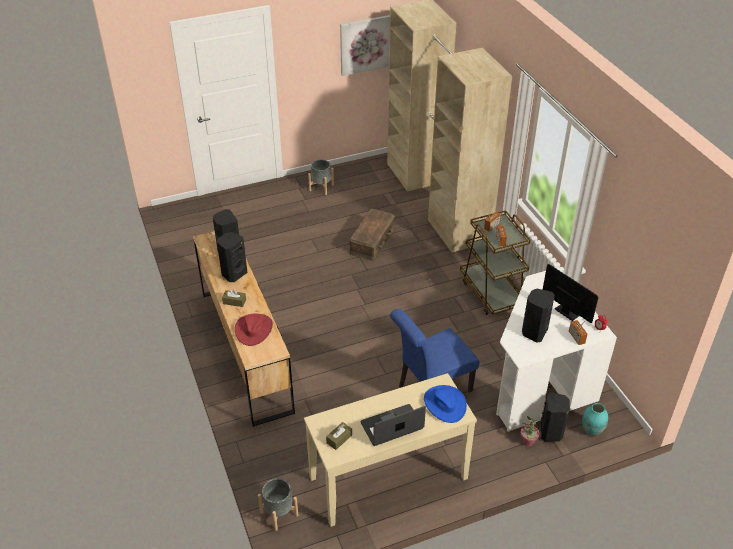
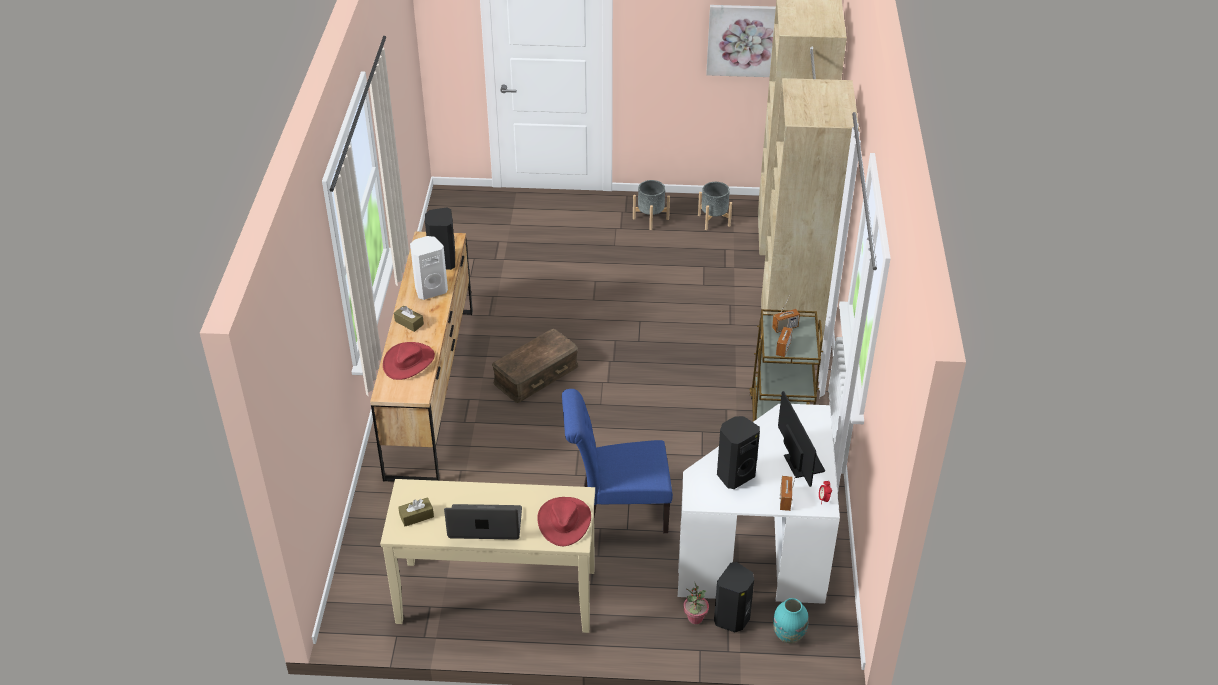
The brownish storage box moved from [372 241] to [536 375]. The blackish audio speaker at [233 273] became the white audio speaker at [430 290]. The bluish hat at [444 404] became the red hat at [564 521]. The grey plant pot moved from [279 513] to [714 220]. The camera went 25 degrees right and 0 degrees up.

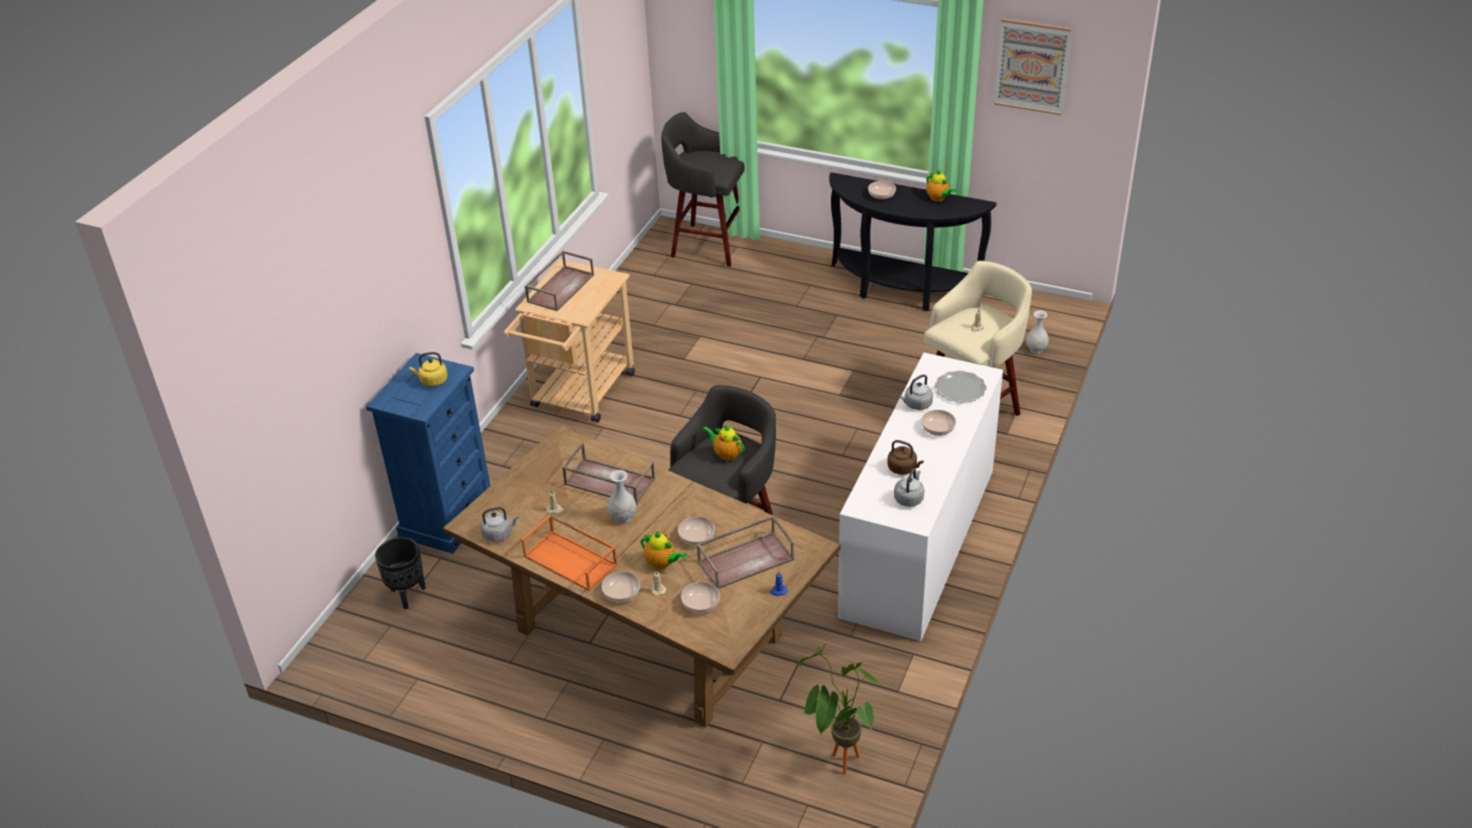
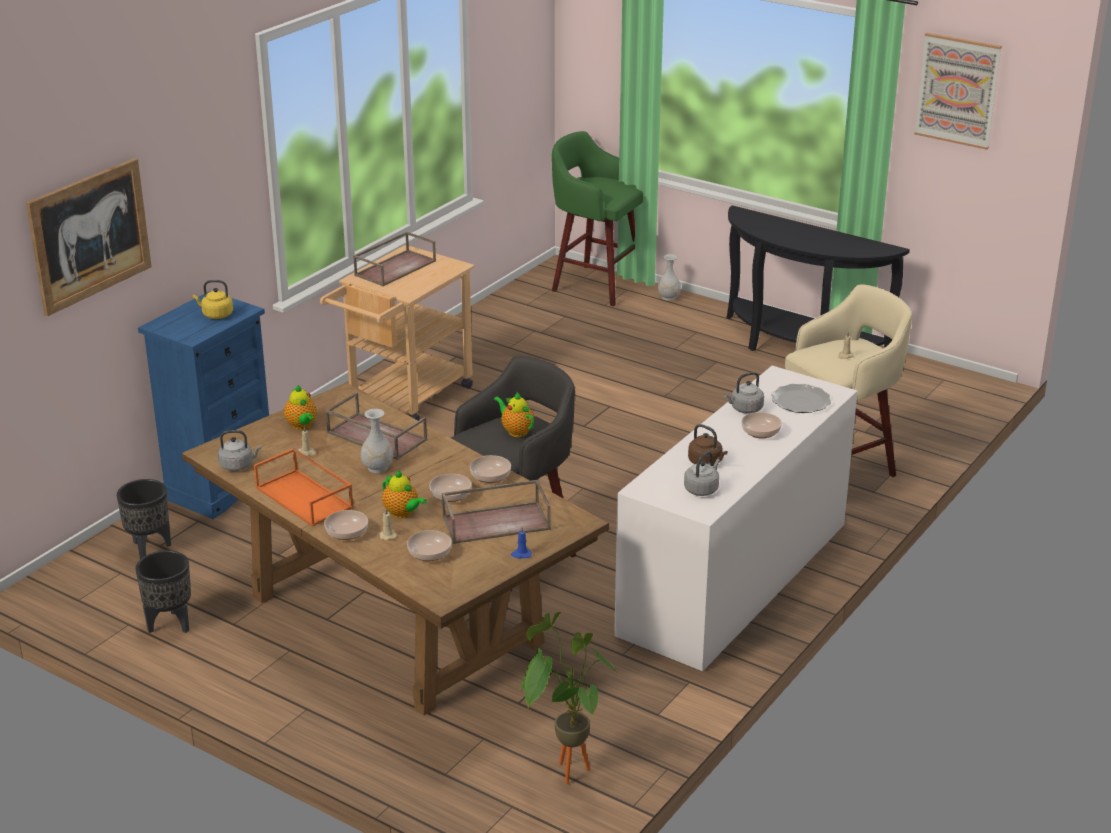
The grey sitting stool at [707 244] became the green sitting stool at [596 284]. The pot for tea moved from [938 198] to [302 426]. The bowl moved from [881 195] to [490 476]. The white decorative vase moved from [1036 349] to [668 297]. The picture at [89 235] appeared. The blackish plant pot at [169 625] appeared. The camera went 10 degrees right and 10 degrees down.

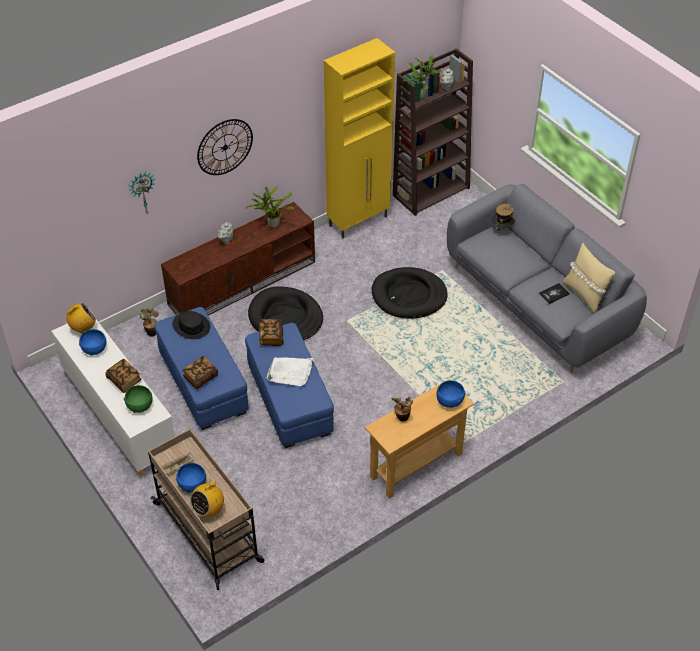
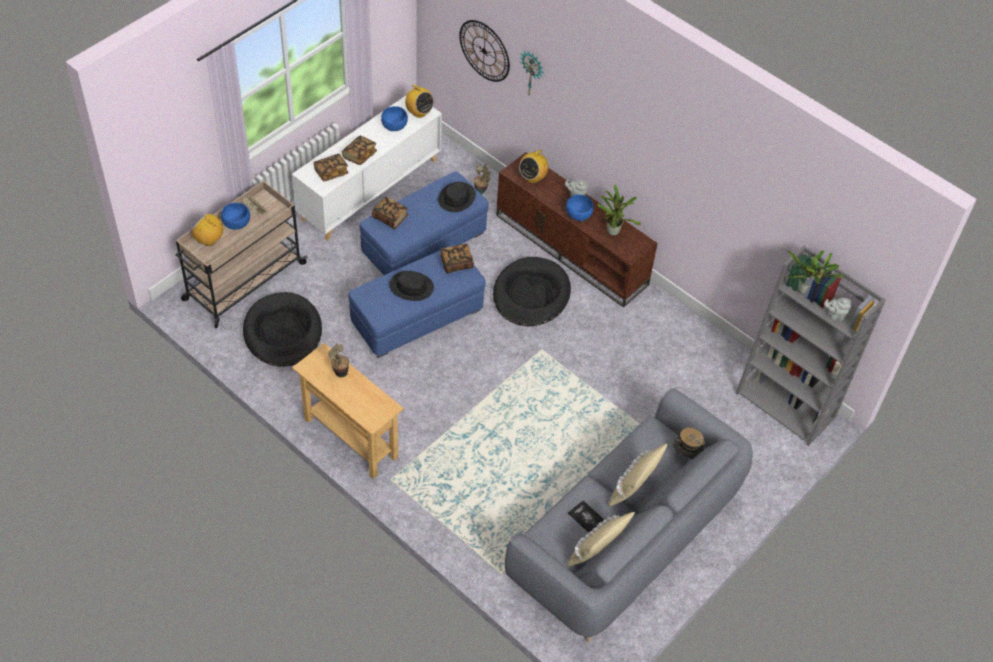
The yellow-coloured storage cabinet at [359 221] disappeared. The brownish bookcase at [431 191] became the grey bookcase at [786 405]. The clock on the wall moved from [225 147] to [484 51]. The blackish dog bed moved from [409 296] to [283 332]. The white tray at [290 372] was replaced by the blackish hat at [411 286]. The bluish bowl moved from [449 401] to [578 214]. The green bowl at [139 405] was replaced by the bound book at [331 172]. The radio receiver at [532 177] appeared. The beige-coloured pillow at [634 490] appeared. The camera went 75 degrees right and 5 degrees up.

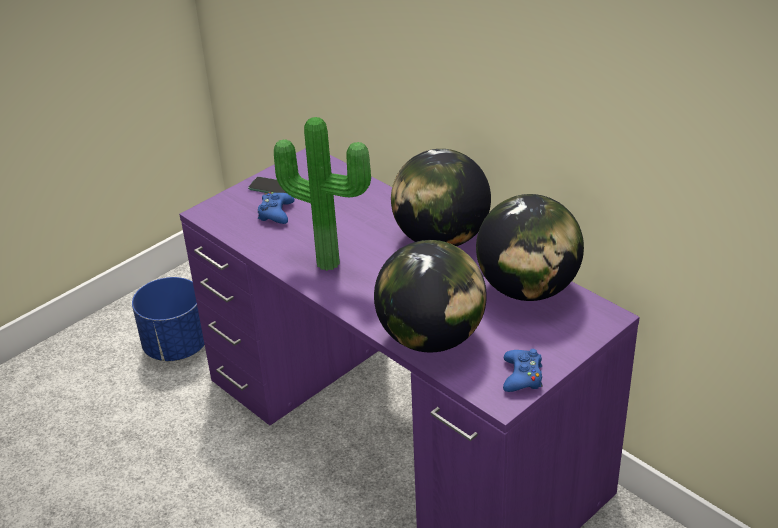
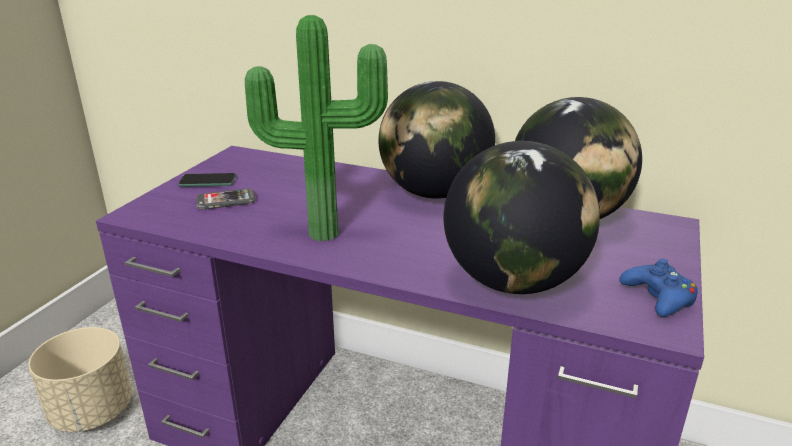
The bluish joypad at [276 213] was replaced by the telephone at [226 201]. The bluish plant pot at [176 346] became the beige-coloured plant pot at [91 411]. The camera went 25 degrees left and 10 degrees down.

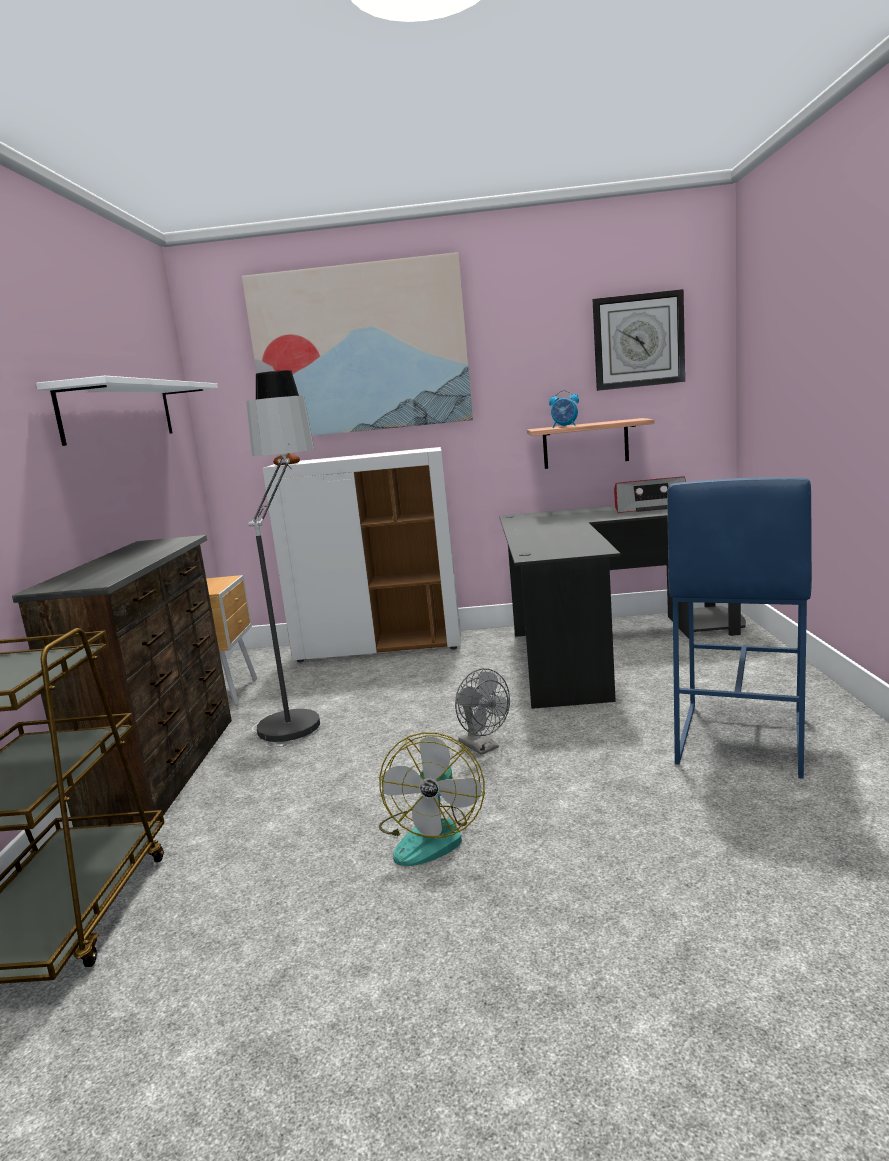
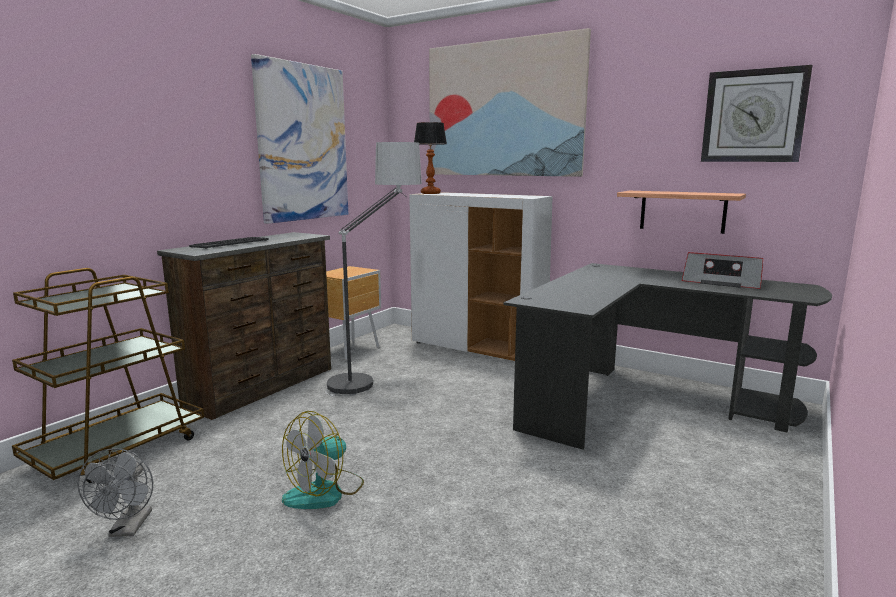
The white shelf at [120 412] was replaced by the picture at [303 143]. The alarm clock at [565 426] disappeared. The bluish sitting stool at [738 739] disappeared. The grey fan moved from [483 747] to [128 528]. The PC keyboard at [230 243] appeared. The camera went 30 degrees right and 0 degrees up.

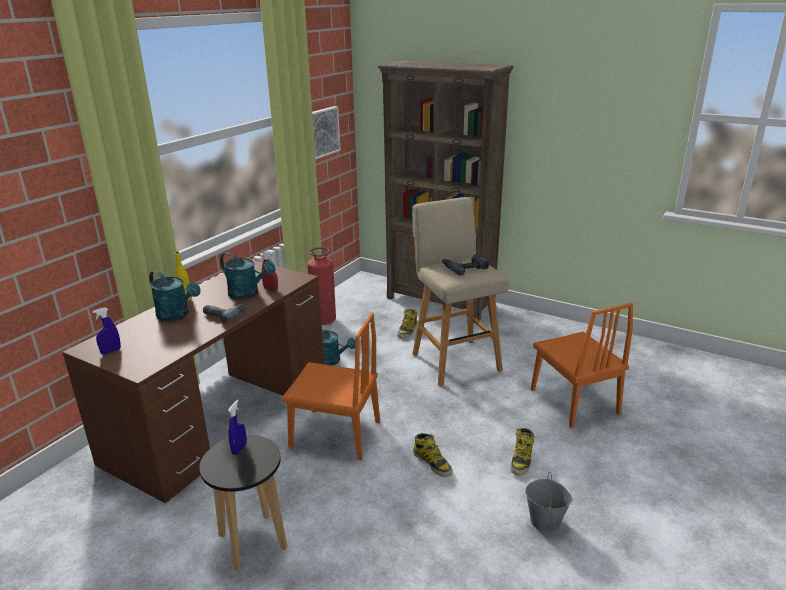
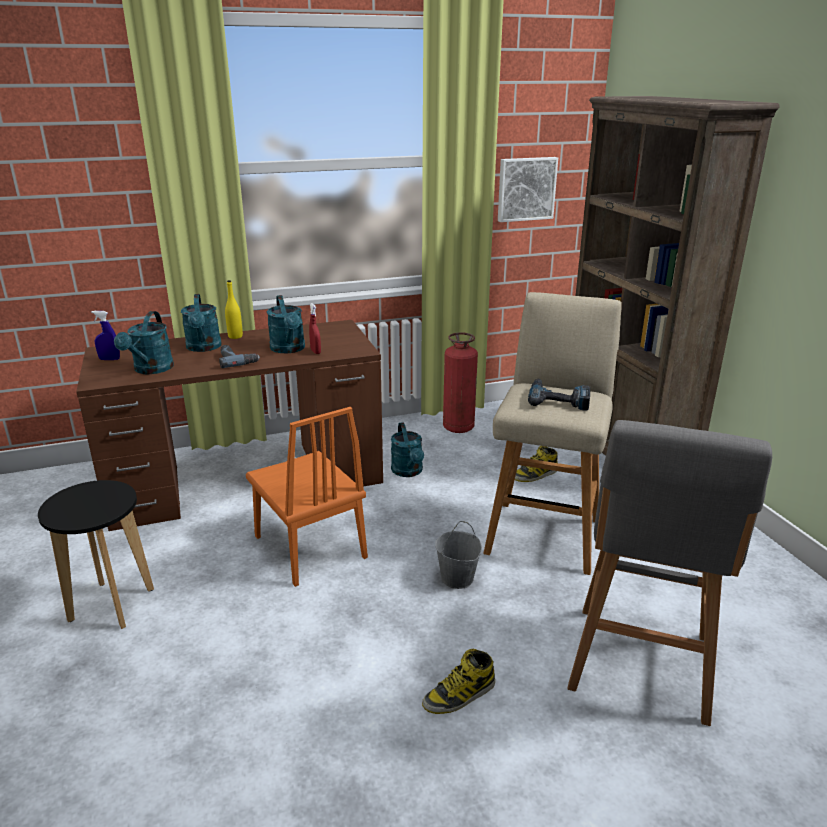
The orange-coloured plain chair at [574 401] was replaced by the grey sitting stool at [639 667]. The bluish sprayer at [239 449] disappeared. The tall boot at [433 463] disappeared. The grey water bucket moved from [545 521] to [457 578]. The turquoise-coloured sprinkling can at [151 370] appeared. The camera went 40 degrees right and 0 degrees up.

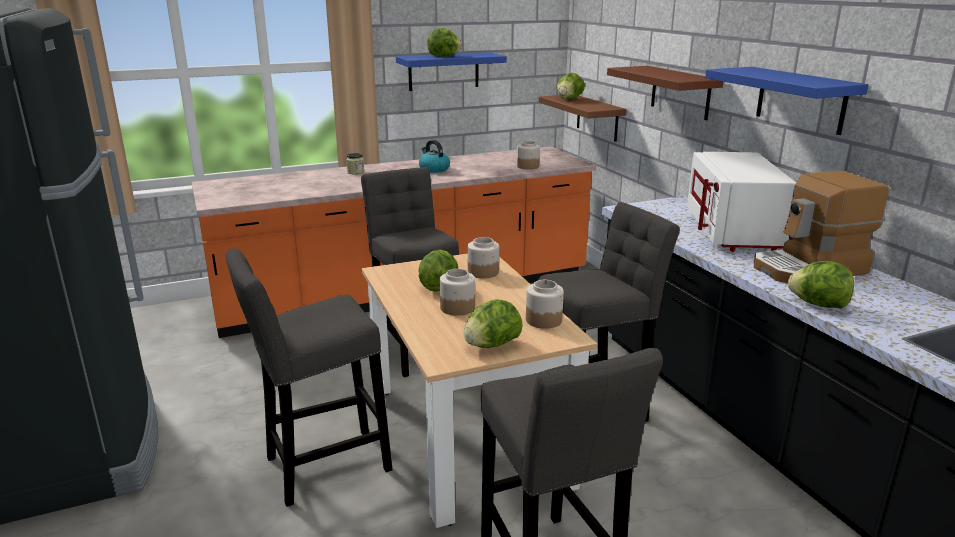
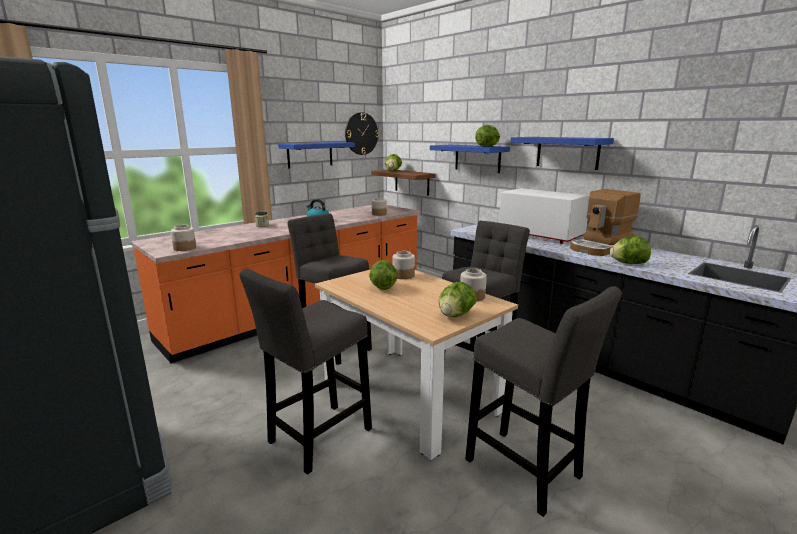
The lettuce moved from [444 56] to [487 146]. The brownish shelf at [680 92] became the bluish shelf at [477 158]. The white microwave oven at [732 232] turned 150 degrees clockwise. The storage jar moved from [457 308] to [184 248]. The clock on the wall at [361 133] appeared. The camera went 20 degrees left and 5 degrees down.

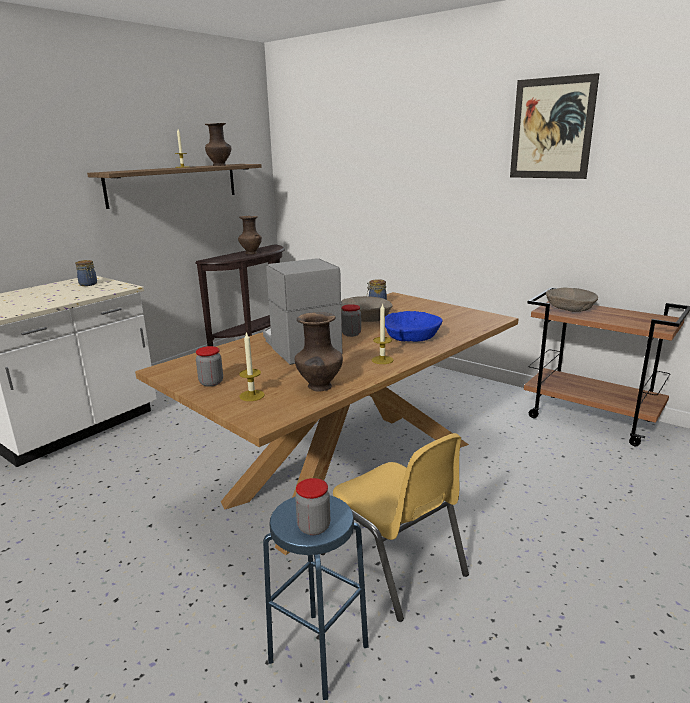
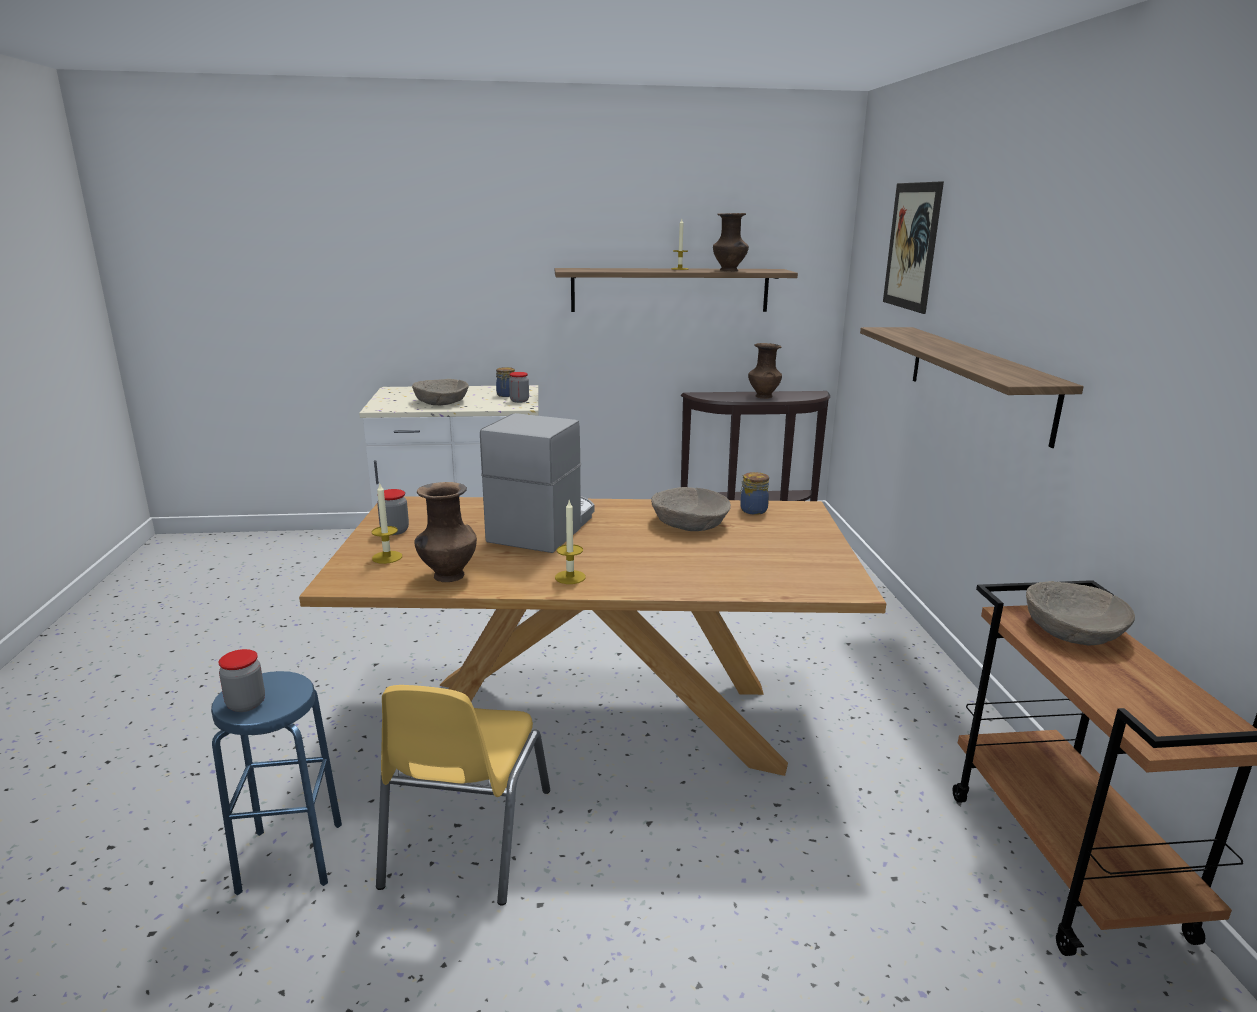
The picture moved from [551 128] to [911 246]. The storage jar moved from [351 334] to [519 401]. The bluish bowl at [412 336] disappeared. The shelf at [977 380] appeared. The beige-coloured bowl at [441 401] appeared. The camera went 45 degrees right and 0 degrees up.

